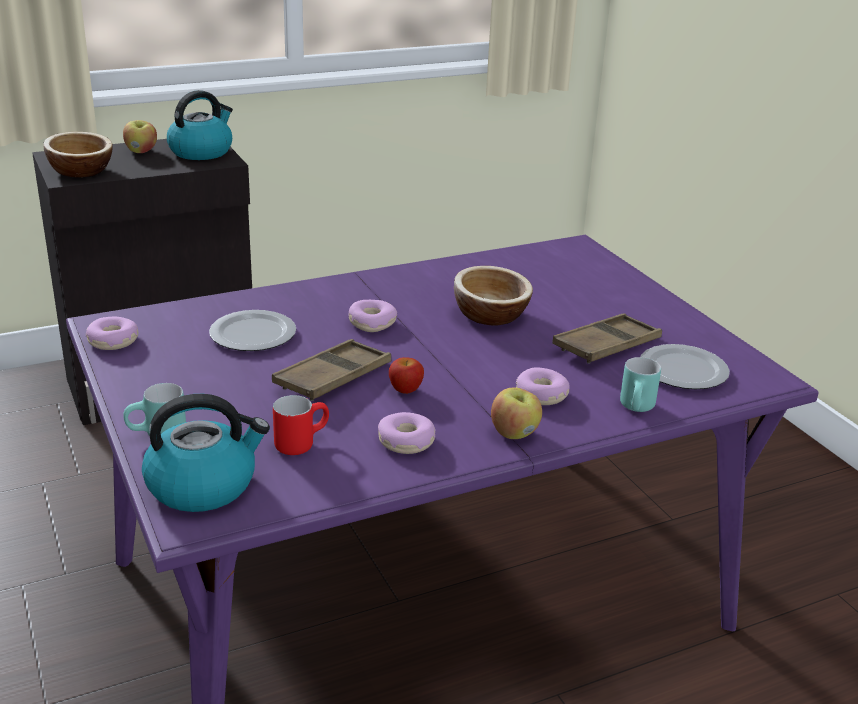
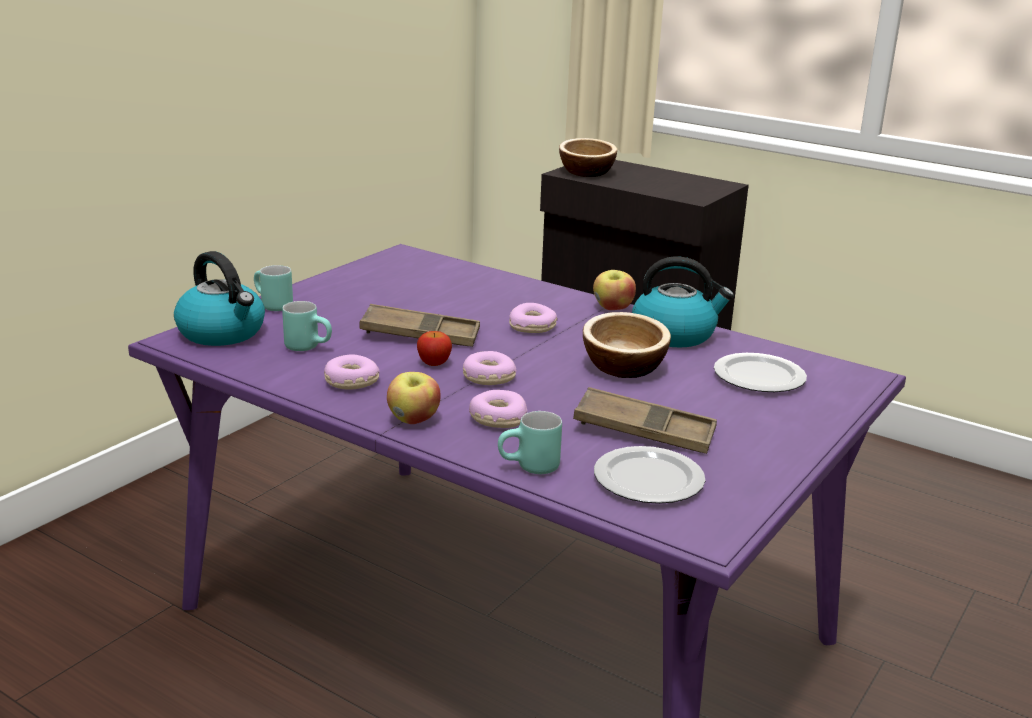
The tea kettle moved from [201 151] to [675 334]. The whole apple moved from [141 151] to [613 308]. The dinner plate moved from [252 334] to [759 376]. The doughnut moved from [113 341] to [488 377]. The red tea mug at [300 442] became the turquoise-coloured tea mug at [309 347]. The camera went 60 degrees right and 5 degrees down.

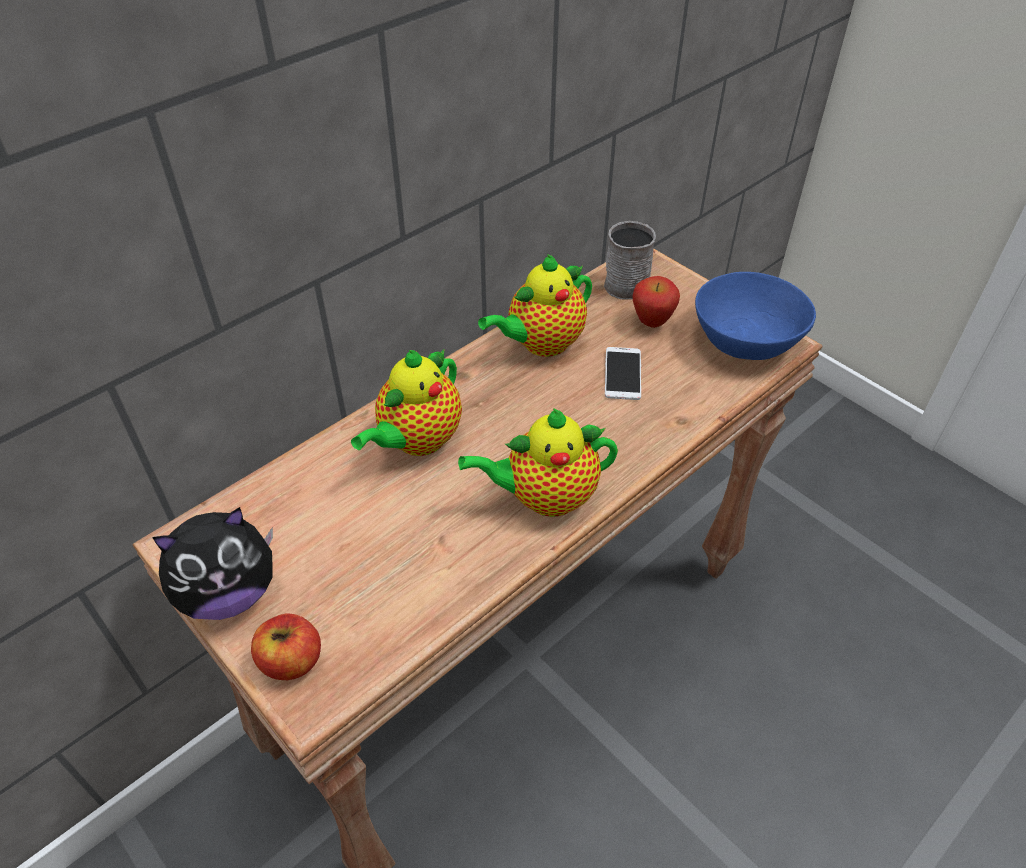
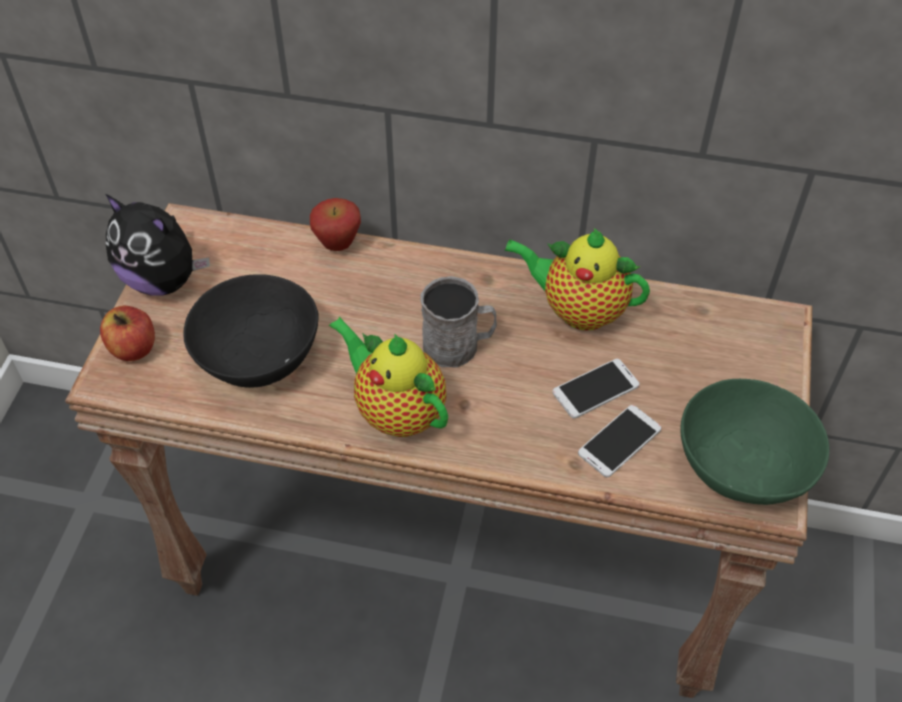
The grey tea mug moved from [629 282] to [458 345]. The bluish bowl at [745 340] became the green bowl at [742 464]. The whole apple moved from [651 322] to [338 245]. The pot for tea at [417 441] disappeared. The blackish bowl at [257 355] appeared. The telephone at [619 441] appeared. The camera went 55 degrees right and 5 degrees up.

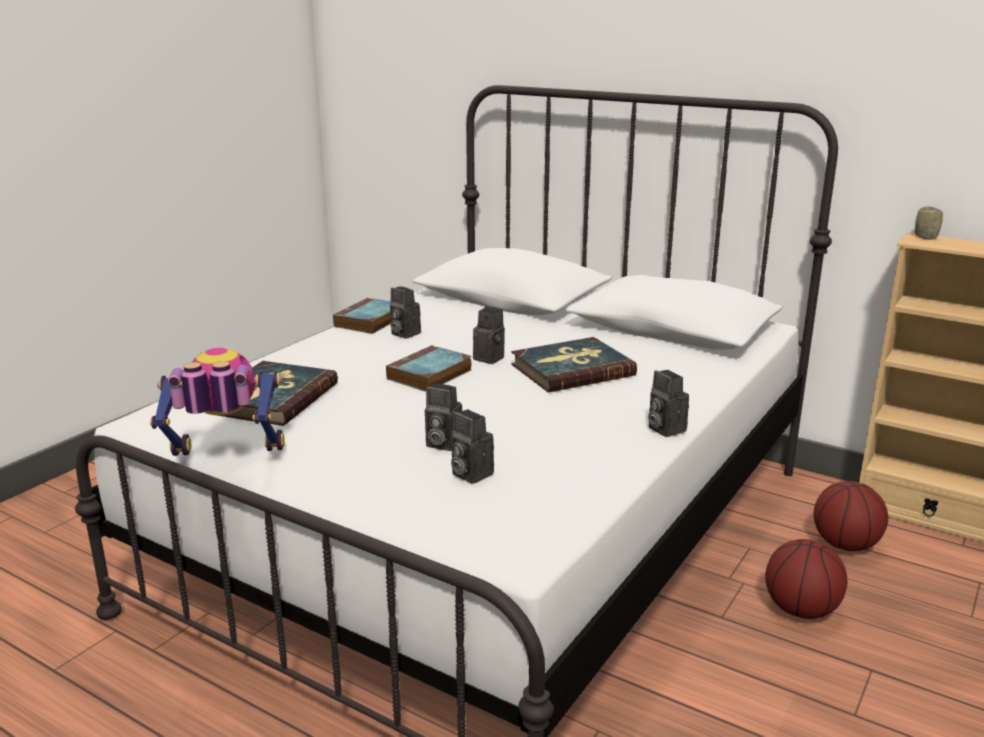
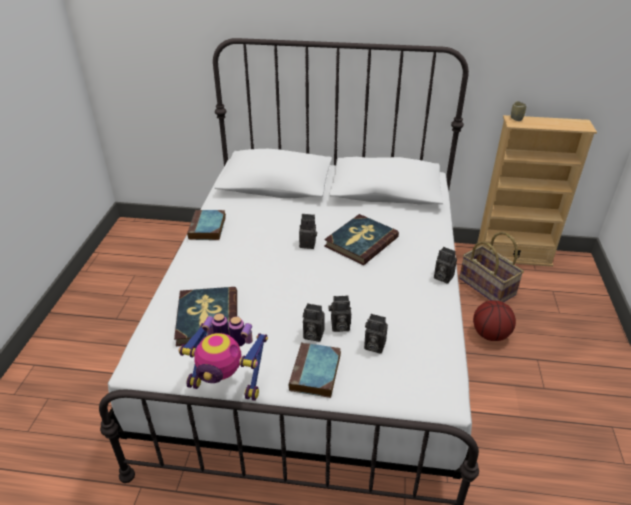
The still camera moved from [403 333] to [312 335]. The bound book moved from [429 375] to [315 374]. The model robot at [225 459] turned 135 degrees counterclockwise. The basketball ball at [846 545] was replaced by the storage basket at [487 286]. The camera went 25 degrees left and 15 degrees up.

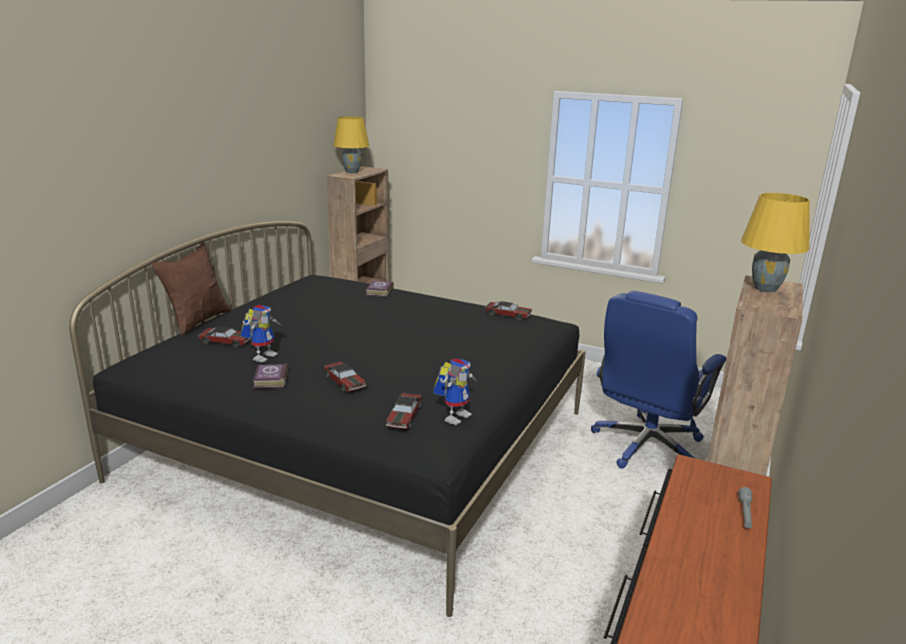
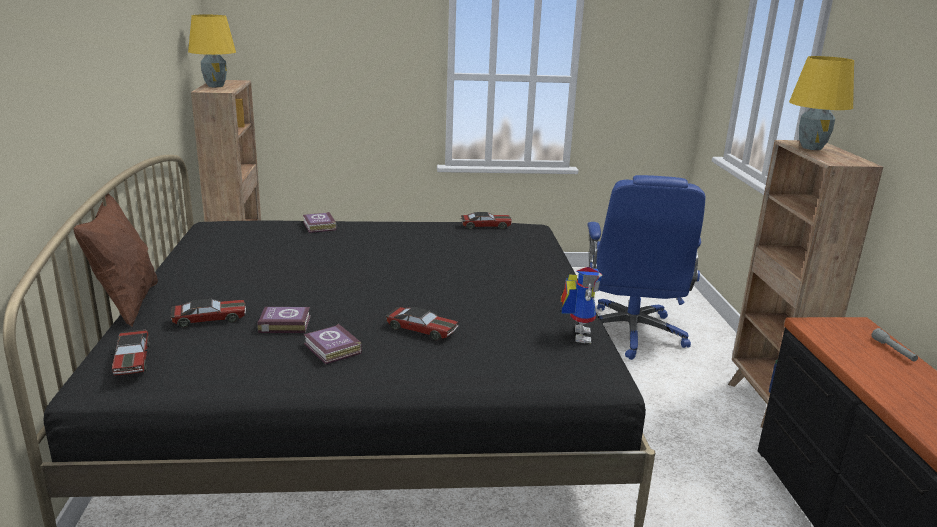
The model robot at [263 356] was replaced by the bound book at [283 324]. The toy car moved from [404 417] to [132 360]. The camera went 30 degrees left and 0 degrees up.

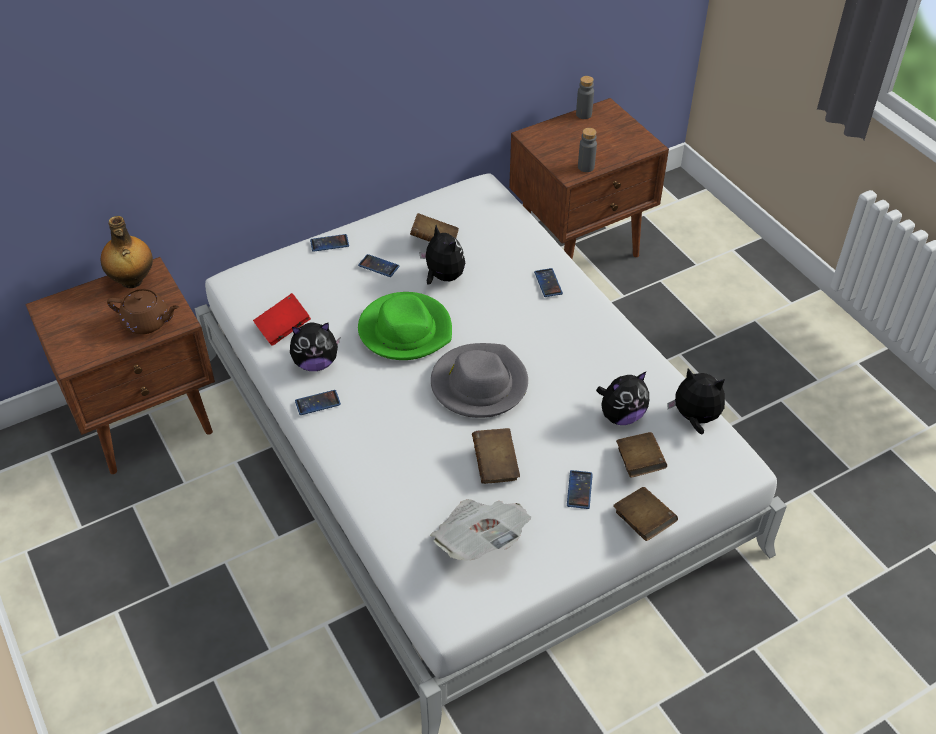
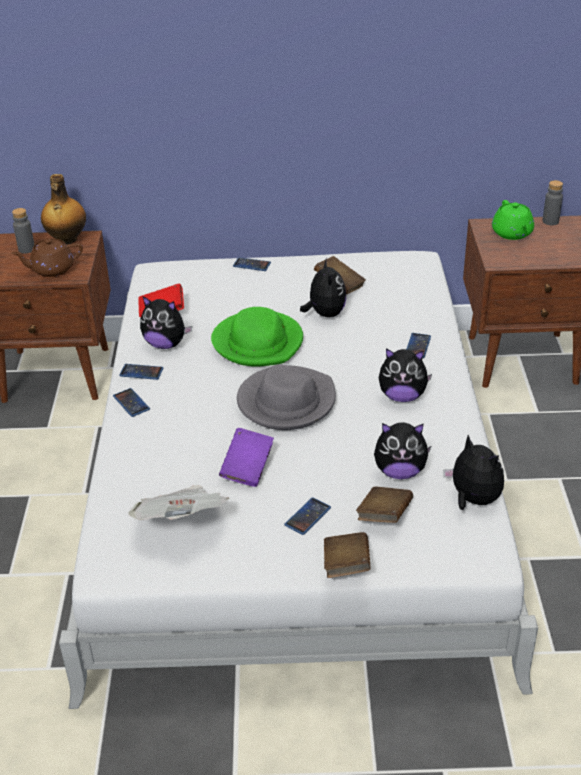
The grey drink bottle moved from [586 167] to [26 249]. The telephone moved from [378 266] to [131 403]. The brownish pot for tea at [147 322] turned 120 degrees clockwise. The brownish bound book at [495 465] became the purplish bound book at [247 468]. The green pot for tea at [512 233] appeared. The soft toy at [402 396] appeared. The camera went 30 degrees right and 10 degrees down.

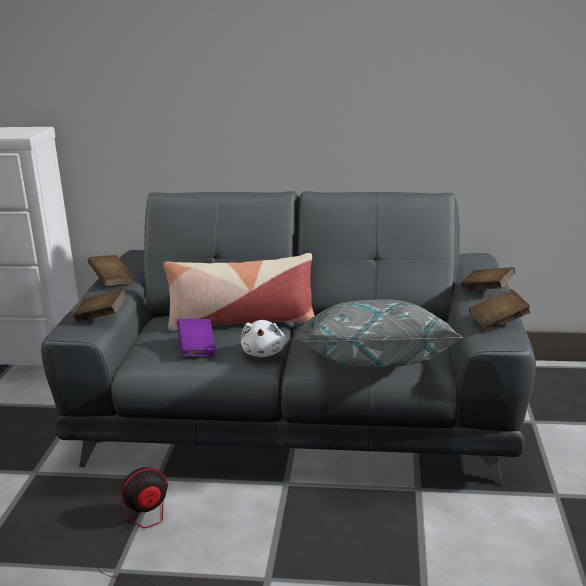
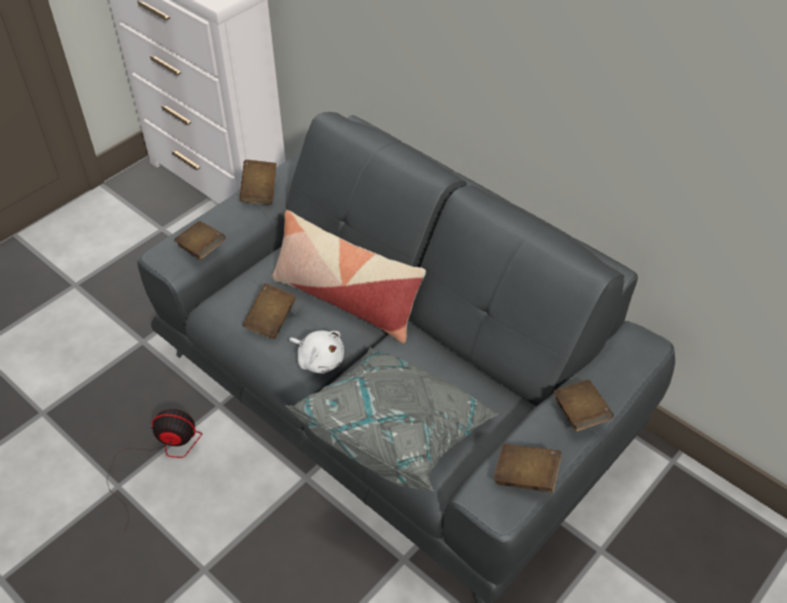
The purplish bound book at [197 348] became the brownish bound book at [271 320]. The white soft toy at [264 352] turned 90 degrees counterclockwise. The camera went 35 degrees right and 25 degrees up.

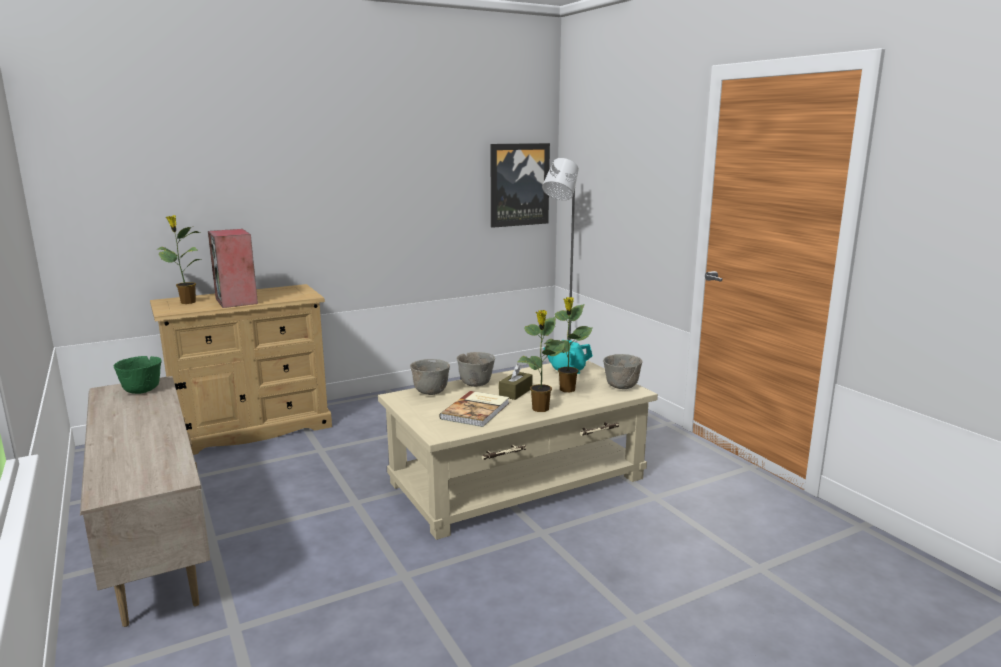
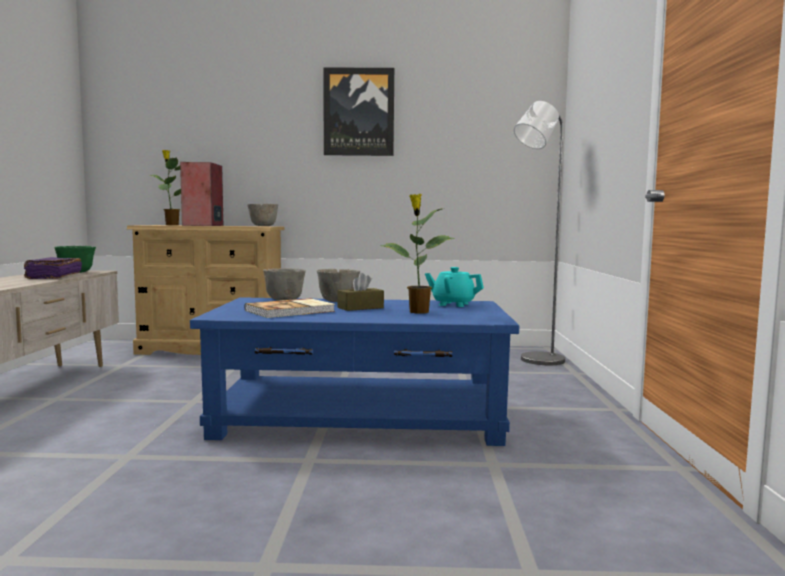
The picture moved from [519 184] to [359 112]. The plant in a pot at [540 409] disappeared. The grey bowl moved from [621 387] to [263 226]. The beige-coloured coffee table at [518 480] became the bluish coffee table at [360 418]. The purplish bound book at [53 277] appeared. The camera went 30 degrees right and 10 degrees down.

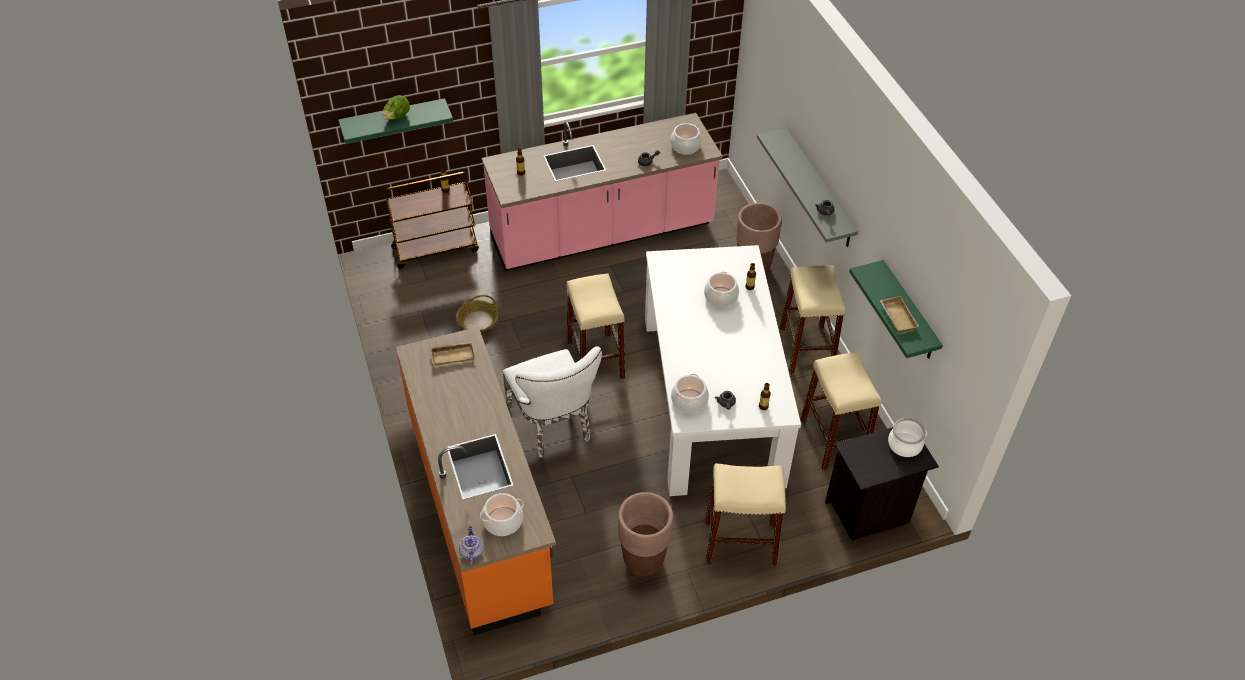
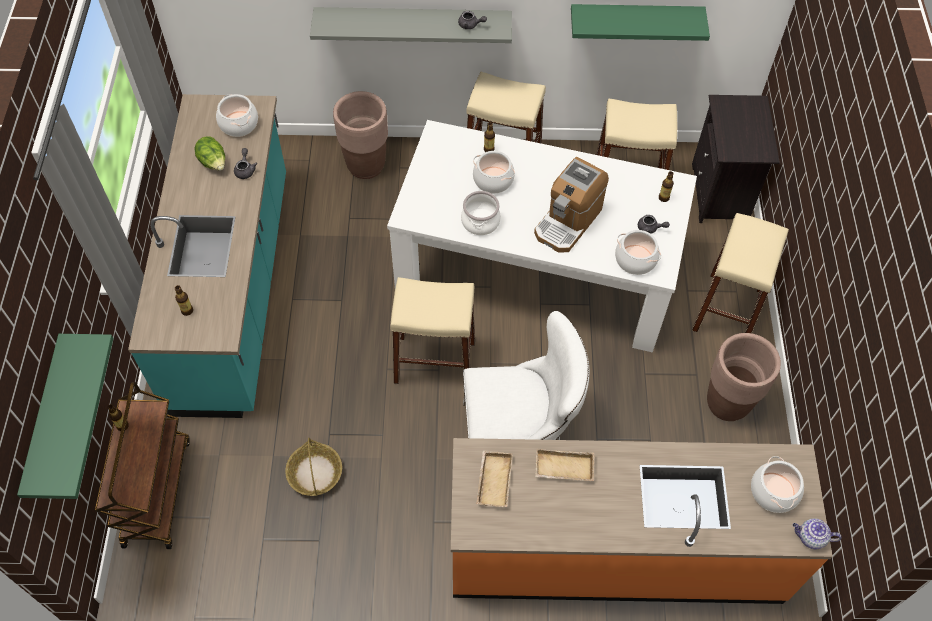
The lettuce moved from [397 117] to [214 163]. The pink kitchen counter at [602 233] became the turquoise-coloured kitchen counter at [234 290]. The beige-coloured tray moved from [896 317] to [563 469]. The stockpot moved from [904 445] to [481 222]. The coffee maker at [568 221] appeared. The camera went 70 degrees left and 10 degrees up.

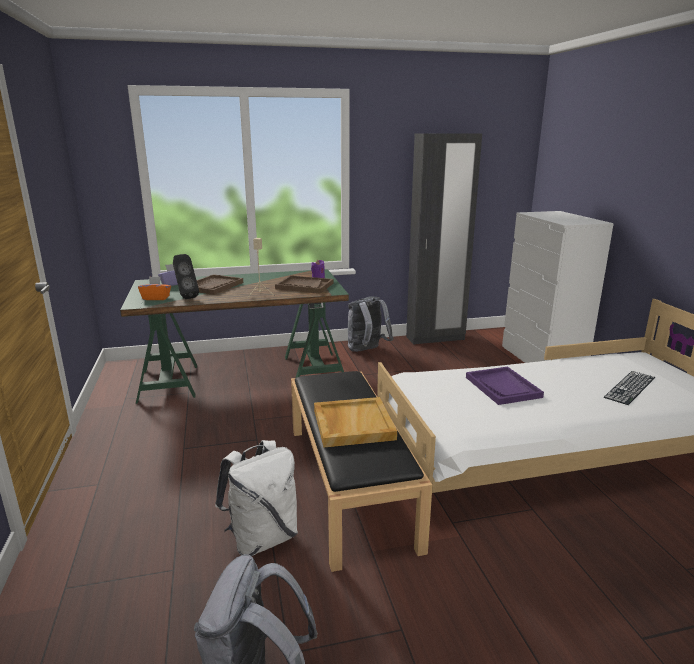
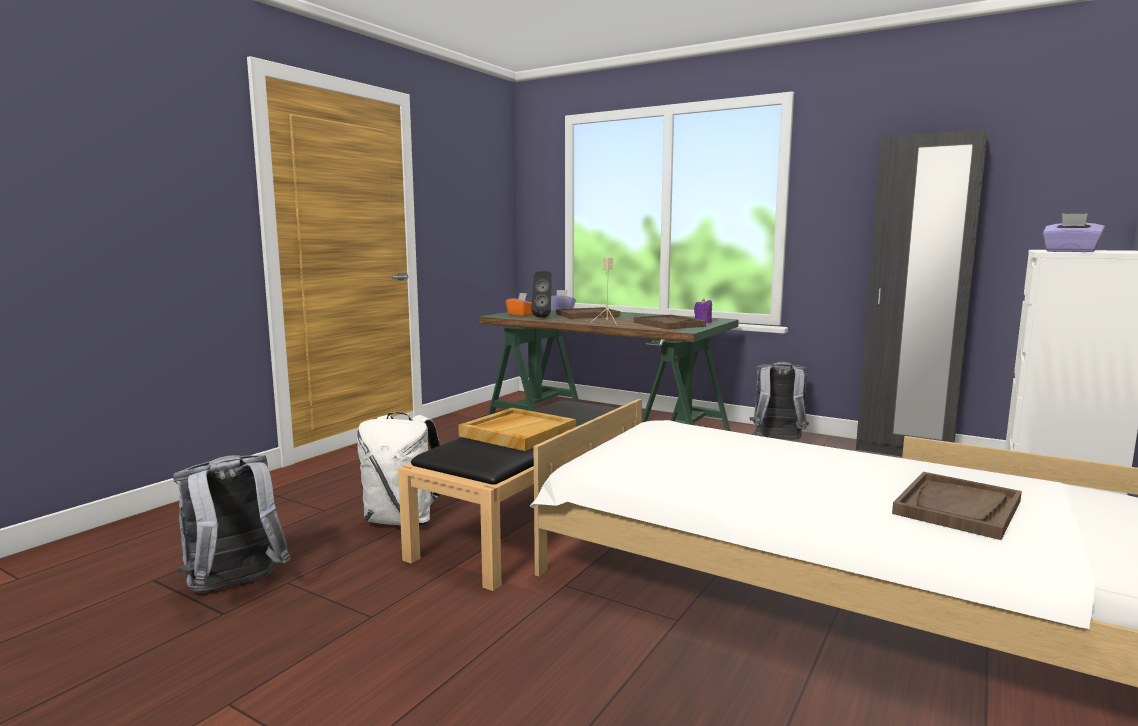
The purplish tray at [503 387] disappeared. The PC keyboard at [630 387] was replaced by the brownish tray at [957 508]. The purplish tissue box at [1070 251] appeared. The camera went 45 degrees right and 10 degrees down.

